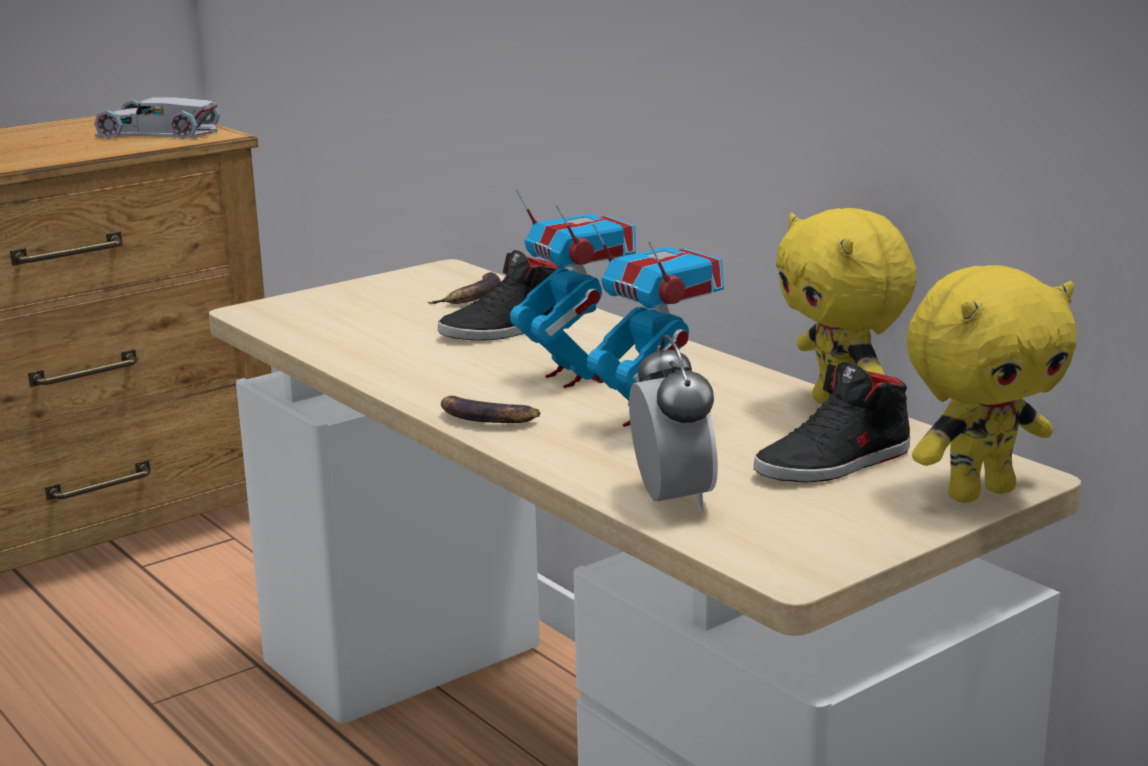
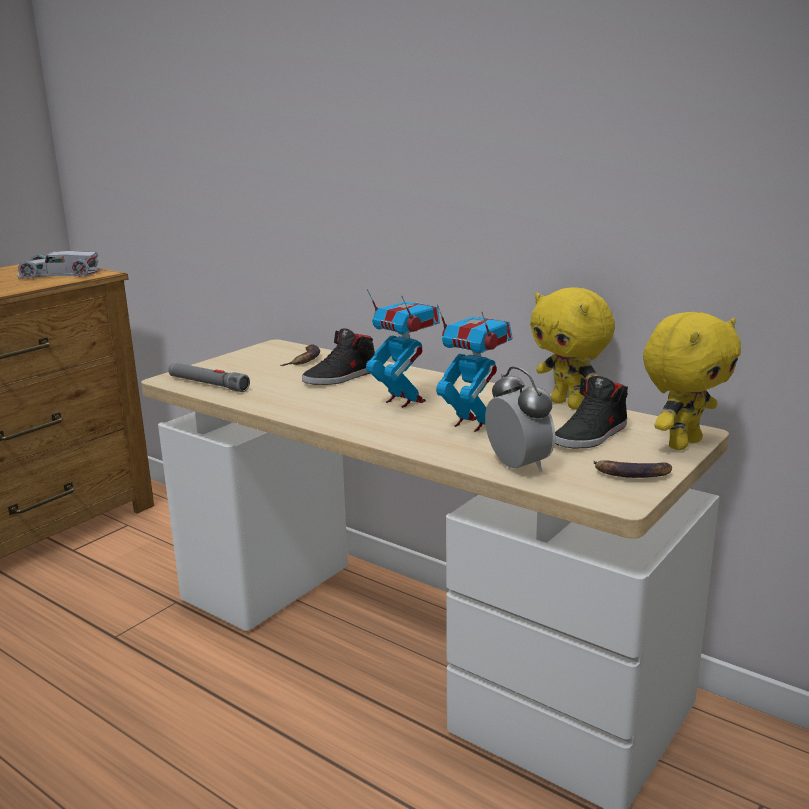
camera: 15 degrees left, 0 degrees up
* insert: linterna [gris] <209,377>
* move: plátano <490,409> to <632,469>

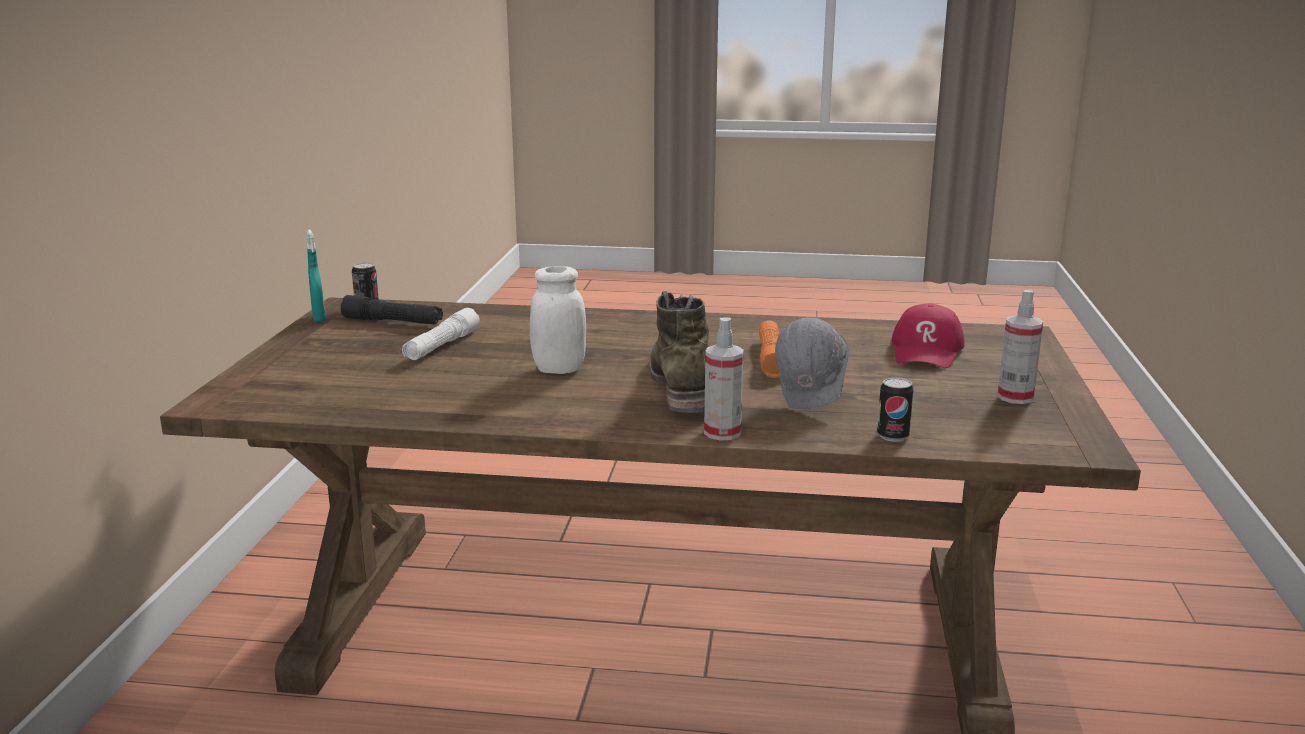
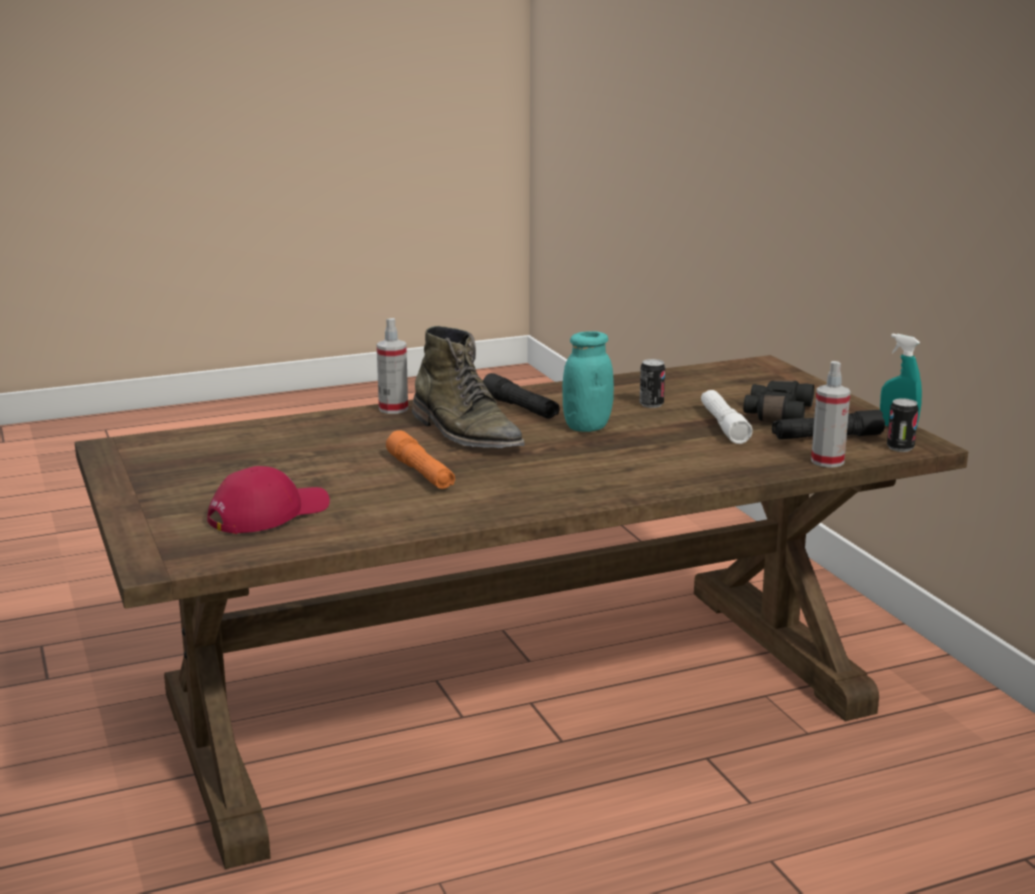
camera: 150 degrees right, 0 degrees up
* delete: casco [gris] <812,363>
* insert: linterna [negro] <521,396>
* insert: prismáticos [negro] <778,401>
* move: lata <895,409> to <652,383>
* move: pulverizador <1020,346> to <830,414>
* recolor: tarro [blanco] <558,320> to tarro [turquesa] <588,381>
* rotate: gorra [rojo] <928,336> = <268,500> 60 degrees clockwise

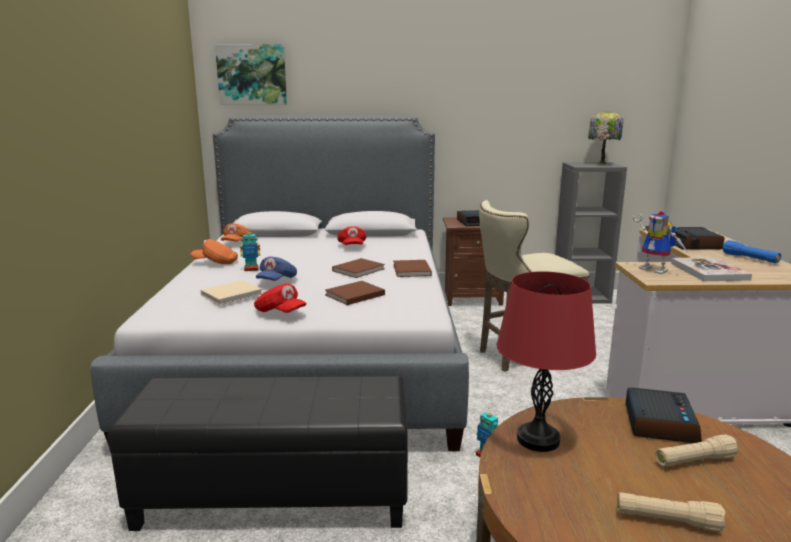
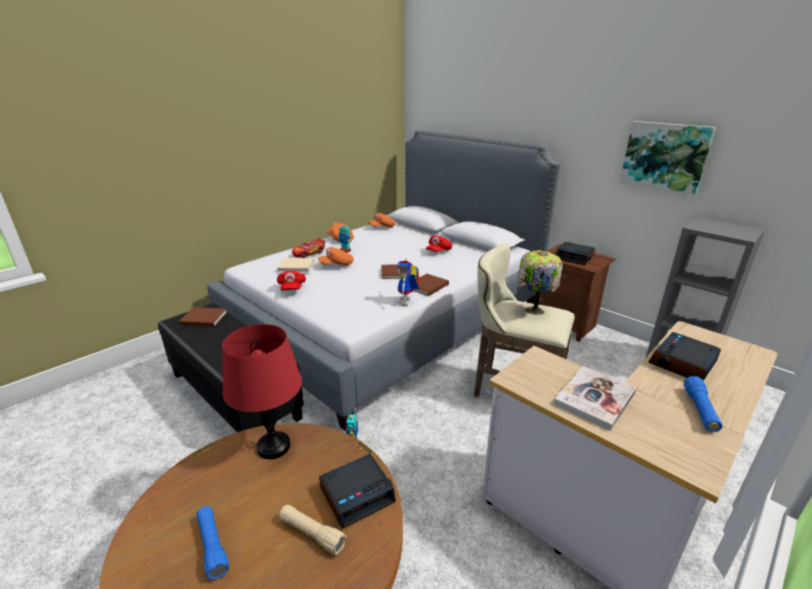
camera: 45 degrees right, 10 degrees up
* insert: coche de juguete <308,248>
* move: cuadro <251,74> to <668,158>
* move: libro [marrón] <355,293> to <203,317>
* move: lámpara de mesa <606,138> to <540,282>
* move: robot de juguete <661,242> to <408,282>
* recolor: gorra [azul] <276,269> to gorra [naranja] <335,256>
* recolor: linterna [beis] <671,512> to linterna [azul] <212,543>

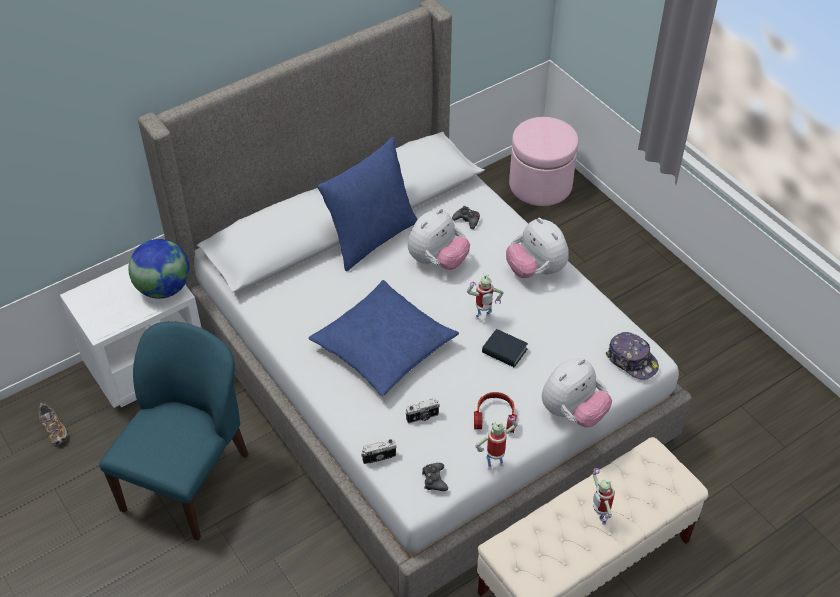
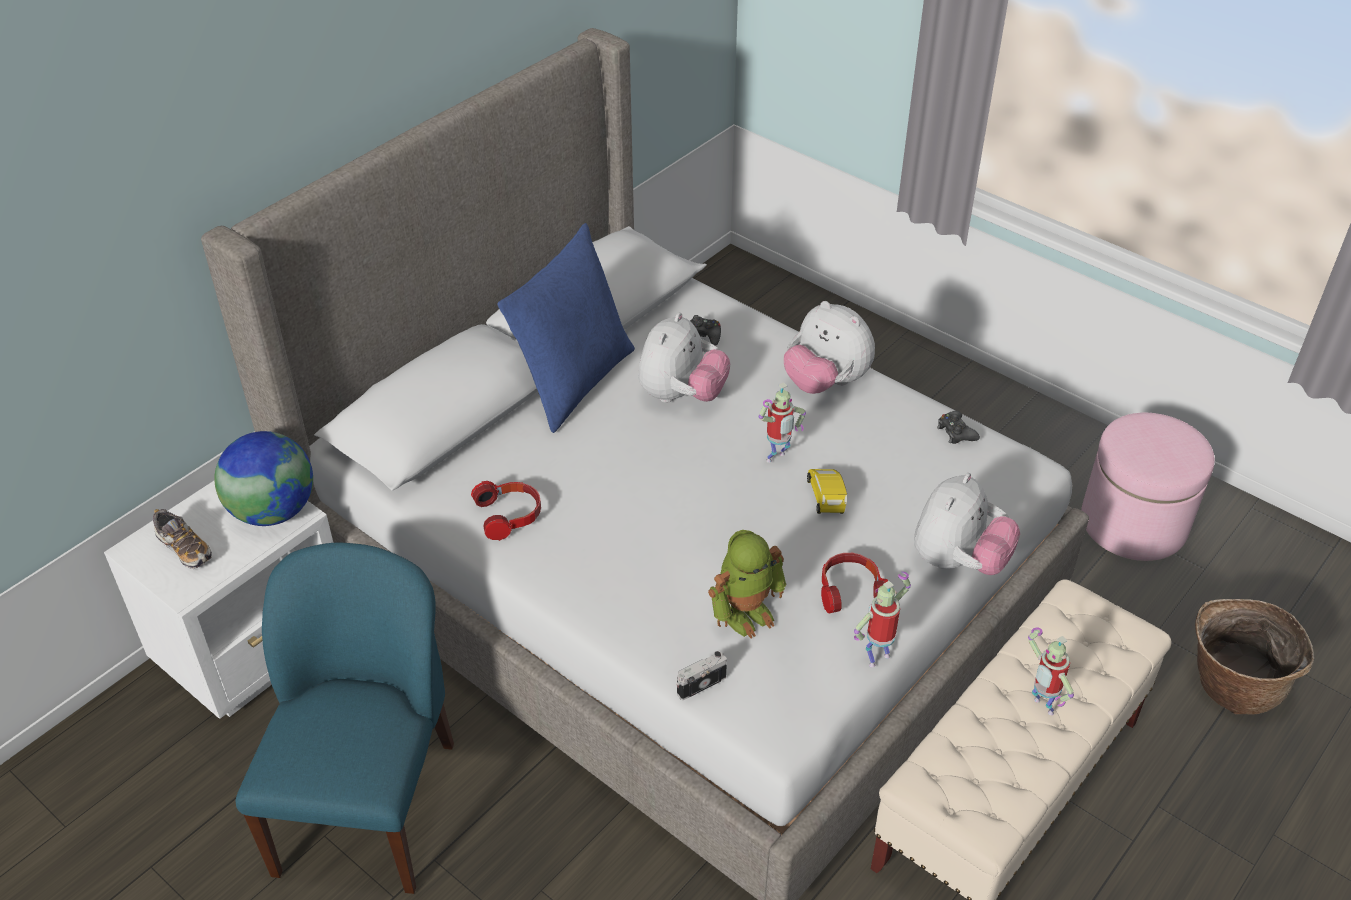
camera: 15 degrees left, 5 degrees down
* delete: cojín [azul] <384,338>
* delete: gorra <632,356>
* insert: auriculares <506,511>
* insert: cesta <1254,656>
* move: zapato <52,424> to <182,539>
* move: mando de consola [negro] <435,477> to <958,427>
* move: puf [rosa] <544,161> to <1148,487>
* replace: cámara <422,411> to robot de juguete <747,584>
* replace: libro <505,348> to coche de juguete [amarillo] <827,491>

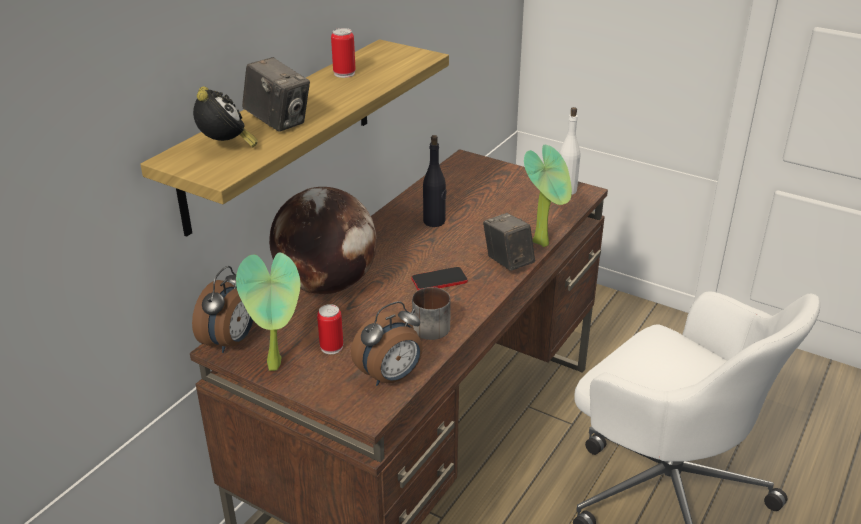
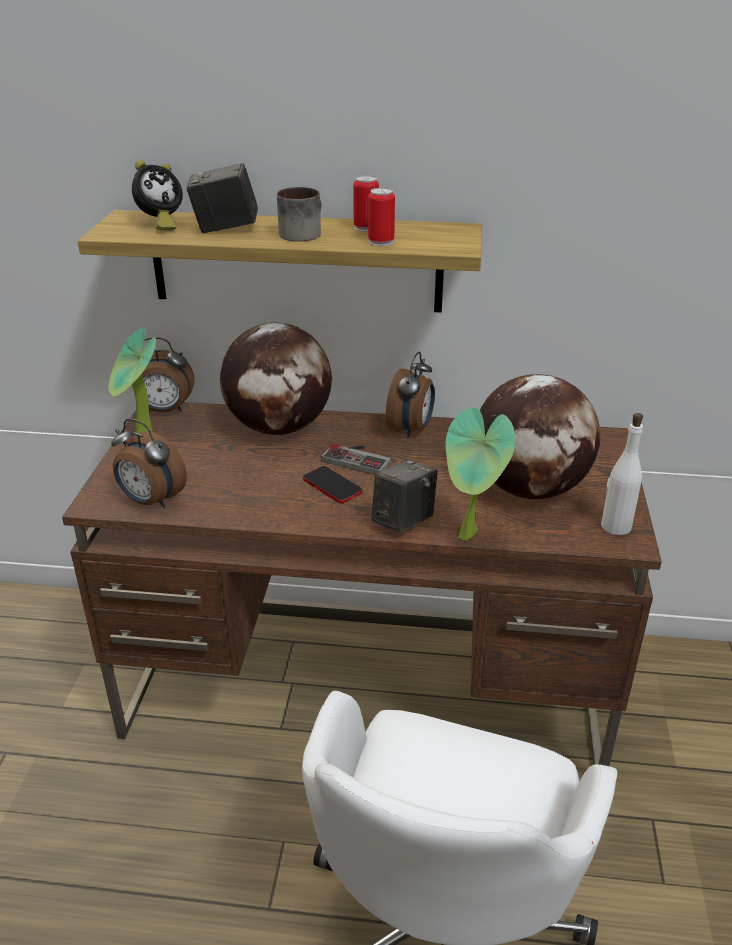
camera: 65 degrees right, 0 degrees up
* delete: botella [negro] <434,181>
* insert: mando de consola <356,459>
* insert: despertador <410,395>
* insert: globo terráqueo <540,436>
* move: lata <330,329> to <381,217>
* move: taza grande <431,313> to <299,214>
* rotate: cámara <276,94> = <222,198> 75 degrees clockwise

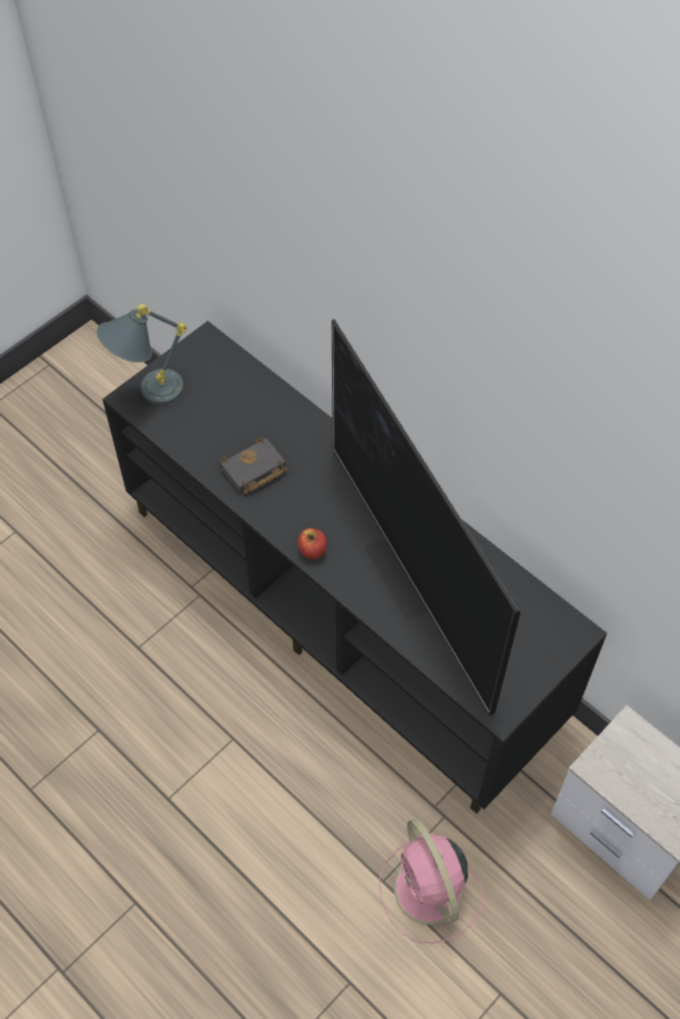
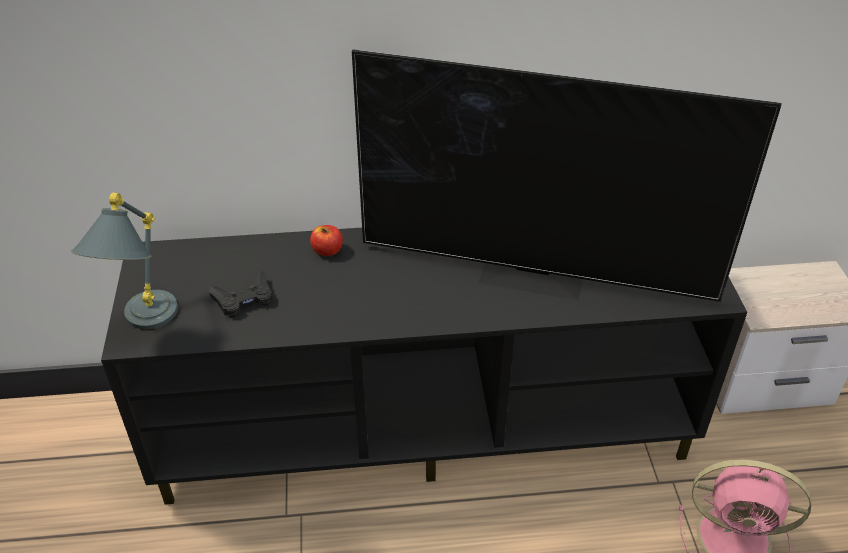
camera: 50 degrees left, 15 degrees down
* delete: libro [negro] <254,465>
* insert: mando de consola [negro] <241,294>
* move: manzana <312,543> to <326,240>

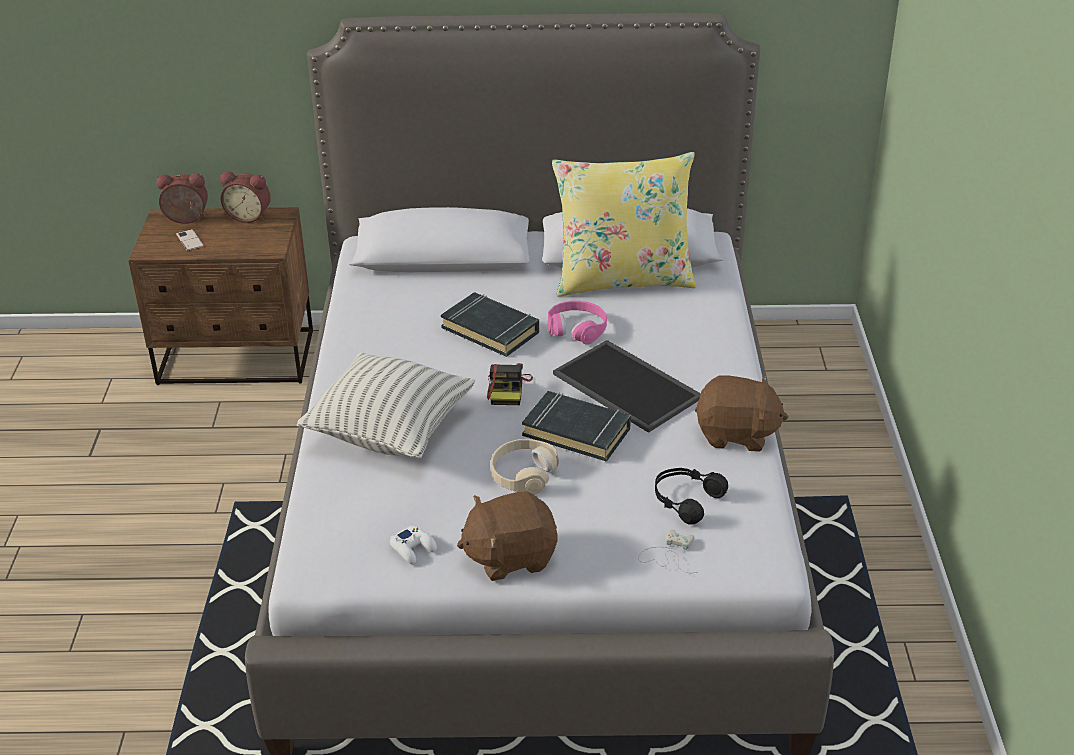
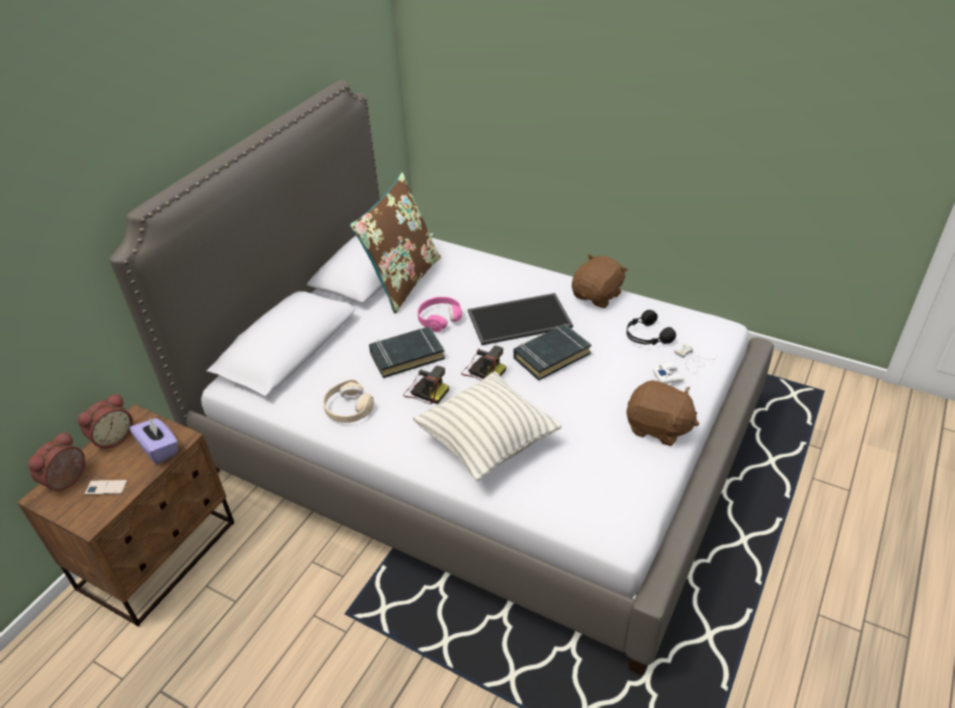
camera: 60 degrees left, 5 degrees up
* insert: caja de pañuelos [morado] <153,441>
* insert: cámara <426,385>
* move: mando de consola [blanco] <413,545> to <668,373>
* move: auriculares [beis] <525,466> to <348,401>
* recolor: cojín [amarillo] <624,224> to cojín [marrón] <395,243>
* rotate: peluche [marrón] <507,536> = <662,413> 75 degrees counterclockwise

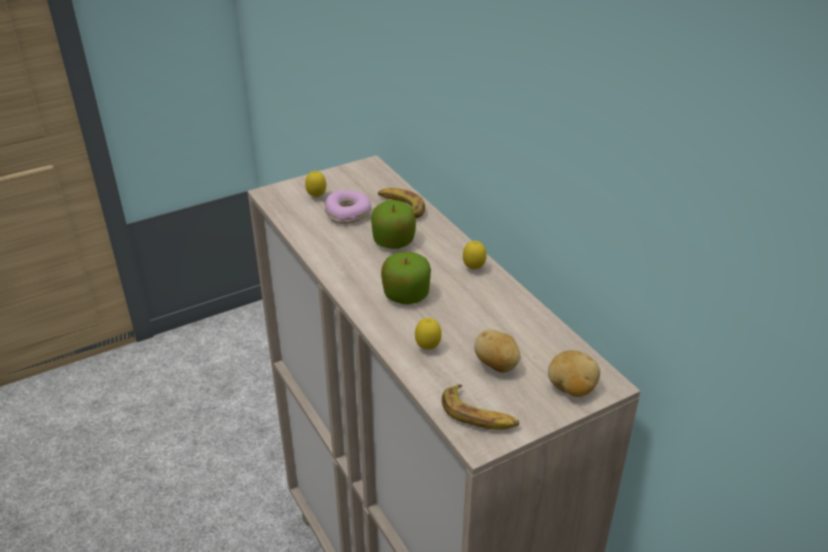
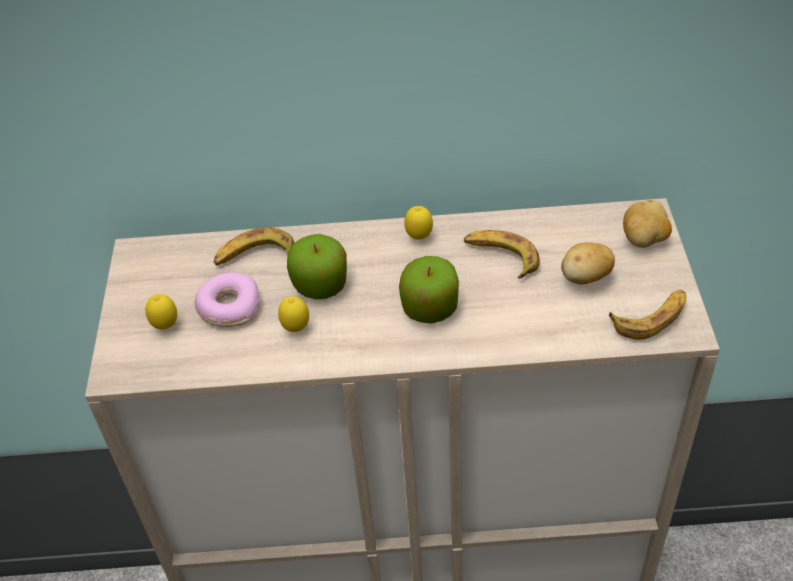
camera: 60 degrees left, 10 degrees up
* insert: plátano <502,254>
* move: limón <428,334> to <293,314>

